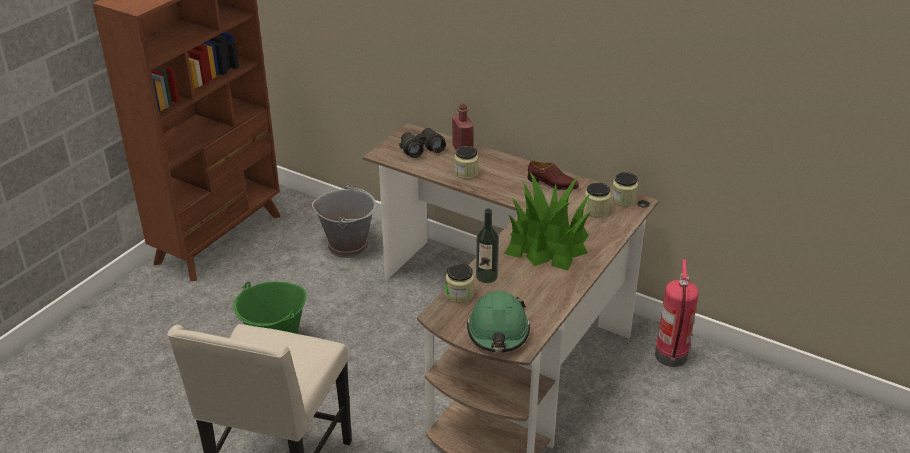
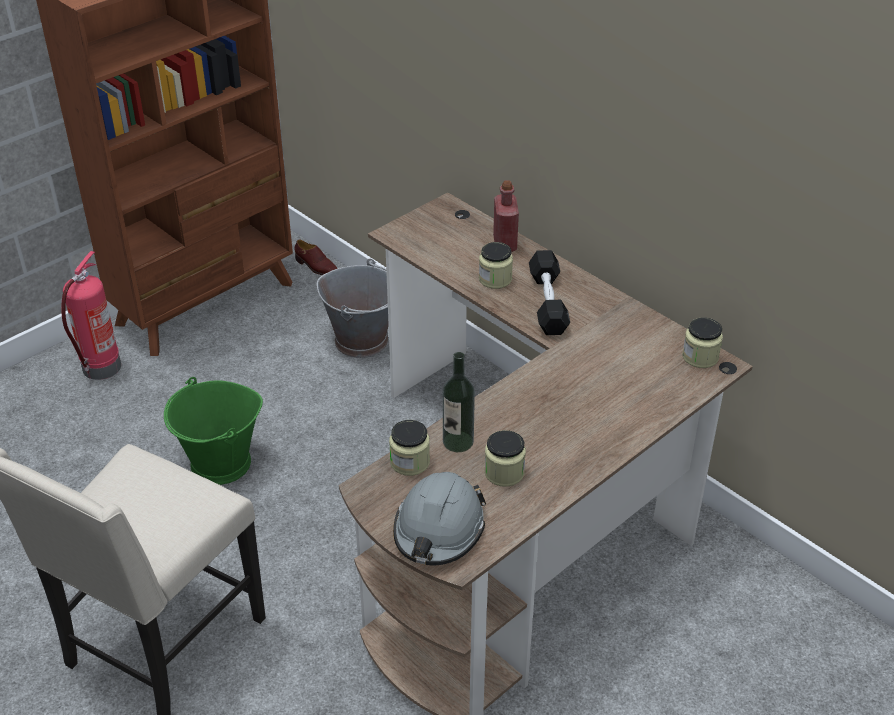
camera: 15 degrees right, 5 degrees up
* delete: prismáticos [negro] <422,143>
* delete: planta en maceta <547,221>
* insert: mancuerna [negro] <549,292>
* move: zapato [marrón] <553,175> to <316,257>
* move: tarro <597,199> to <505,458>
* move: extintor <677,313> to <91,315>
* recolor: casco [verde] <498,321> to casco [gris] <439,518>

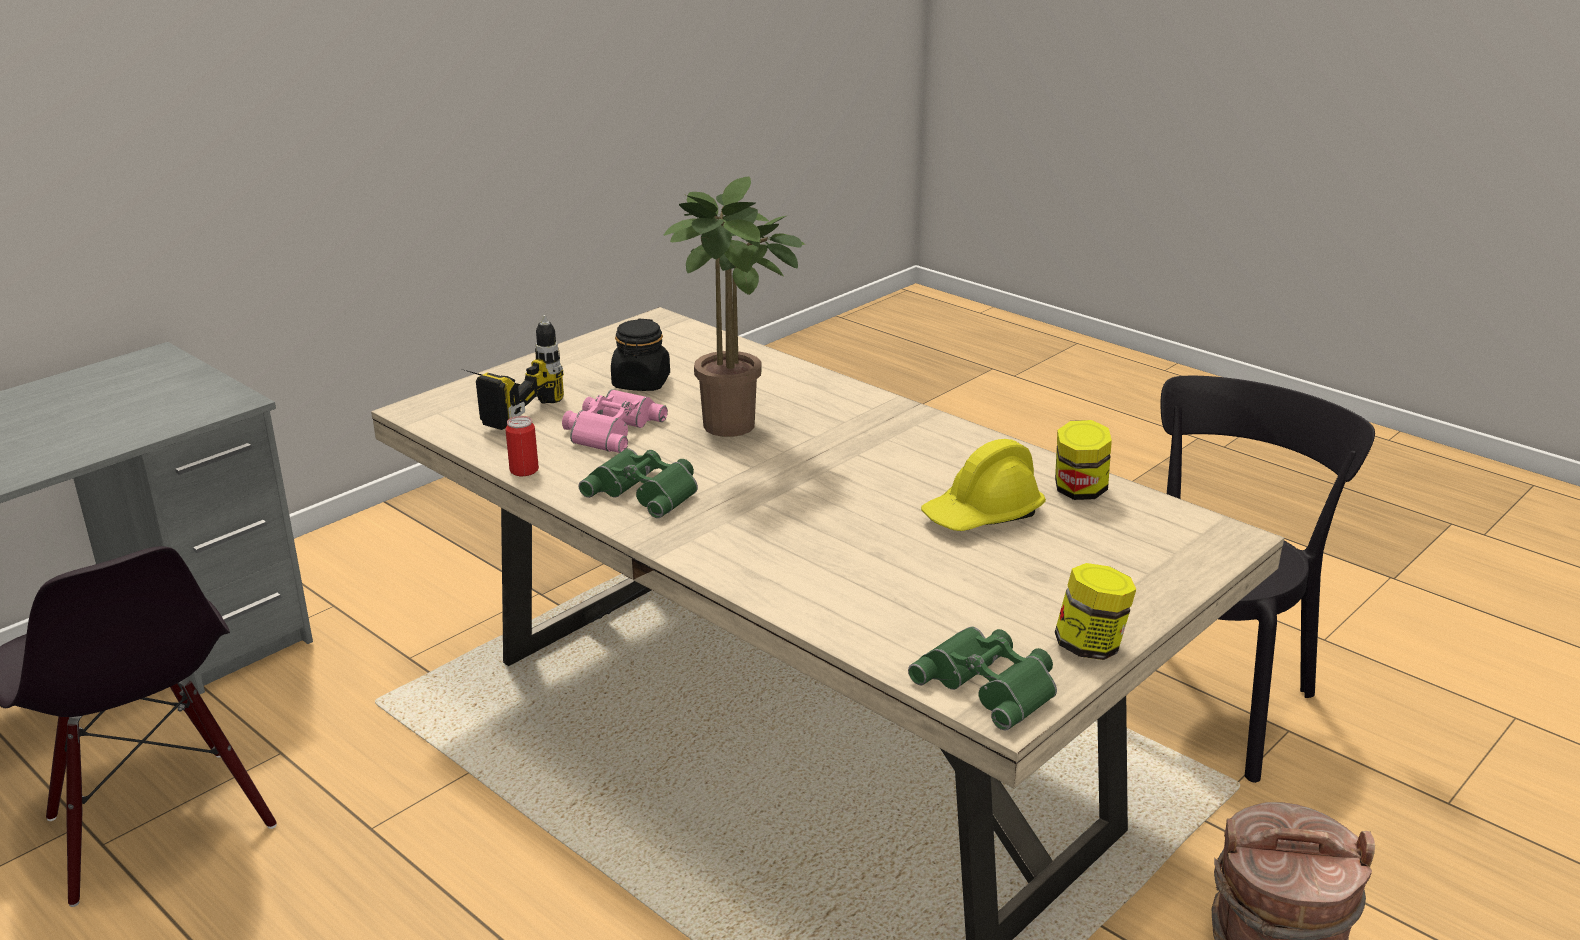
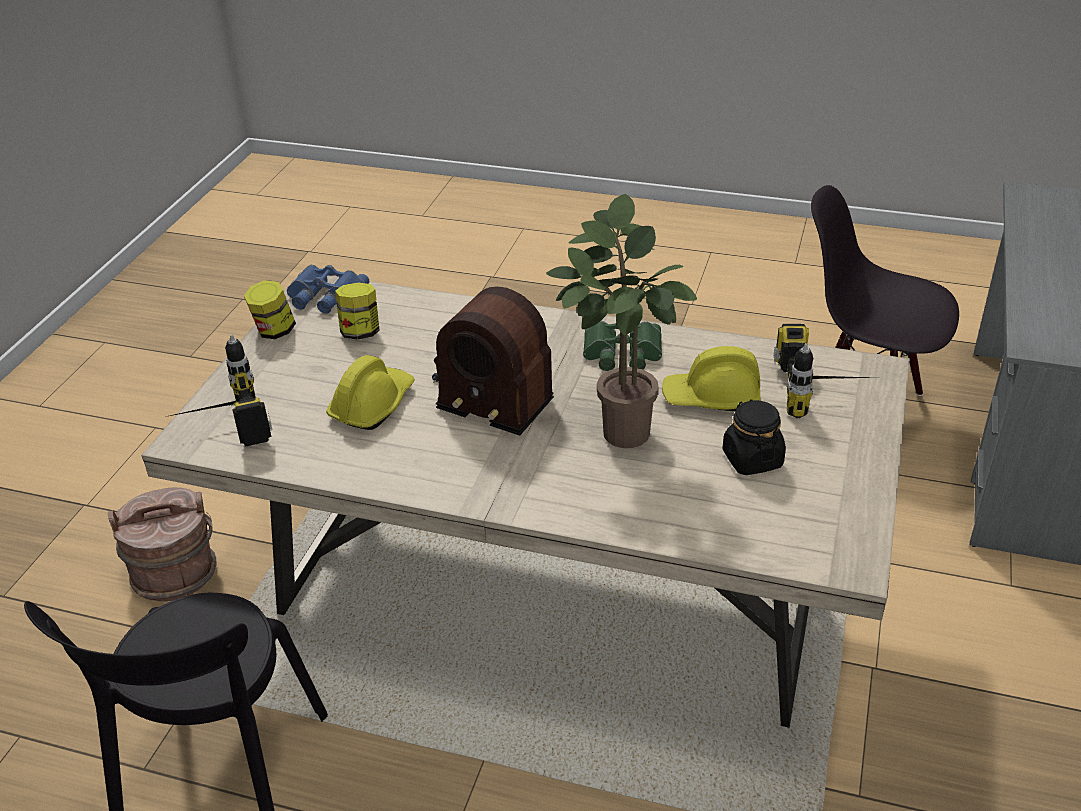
camera: 155 degrees right, 10 degrees up
* delete: lata <522,446>
* insert: taladro <219,390>
* insert: radio <493,361>
* move: tarro <1083,460> to <357,311>
* replace: prismáticos [rosa] <615,421> to casco [amarillo] <711,379>
* recolor: prismáticos [verde] <982,678> to prismáticos [azul] <328,289>

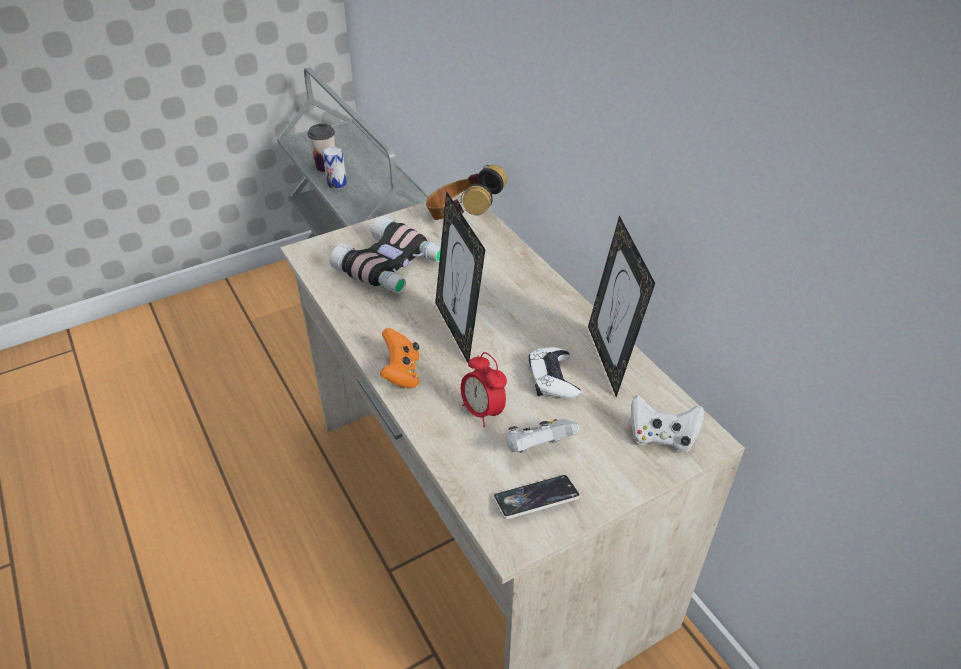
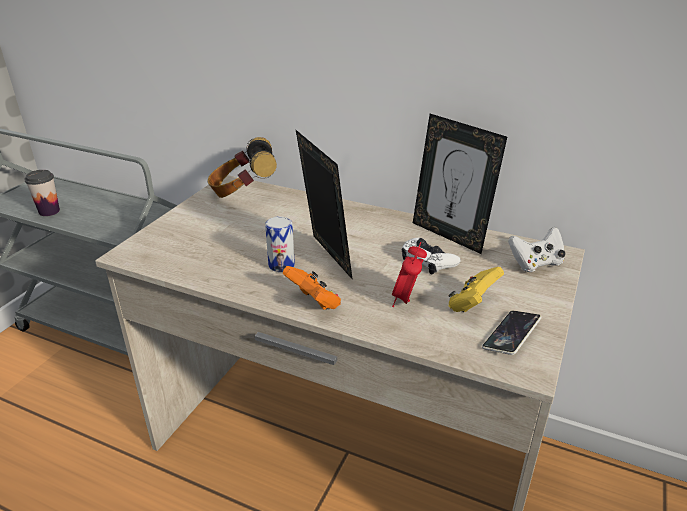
camera: 35 degrees left, 10 degrees down
* delete: prismáticos <385,255>
* move: lata <335,168> to <280,244>
* recolor: mando de consola [blanco] <543,436> to mando de consola [amarillo] <476,289>
* rotate: portarretratos <460,277> = <324,205> 150 degrees counterclockwise
* rotate: despertador <484,389> = <409,274> 90 degrees clockwise

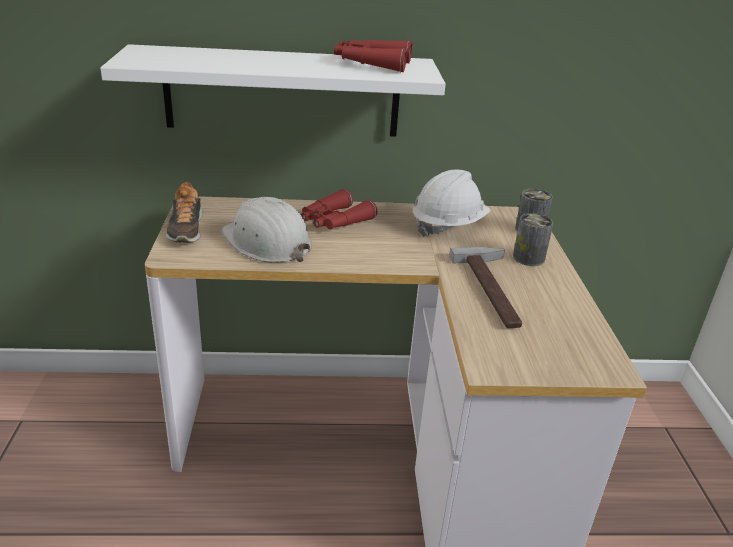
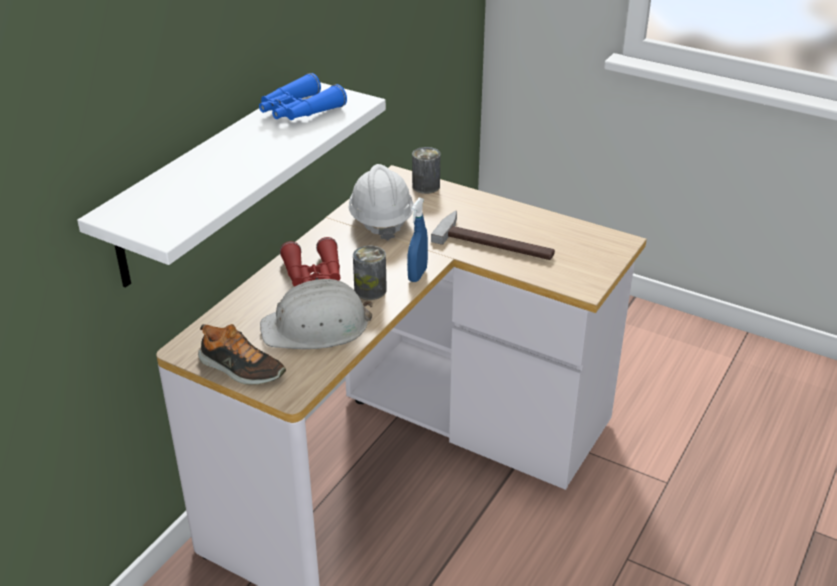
camera: 55 degrees left, 5 degrees up
* insert: pulverizador [azul] <417,240>
* move: lata <533,239> to <370,273>
* recolor: prismáticos [rojo] <373,55> to prismáticos [azul] <303,96>

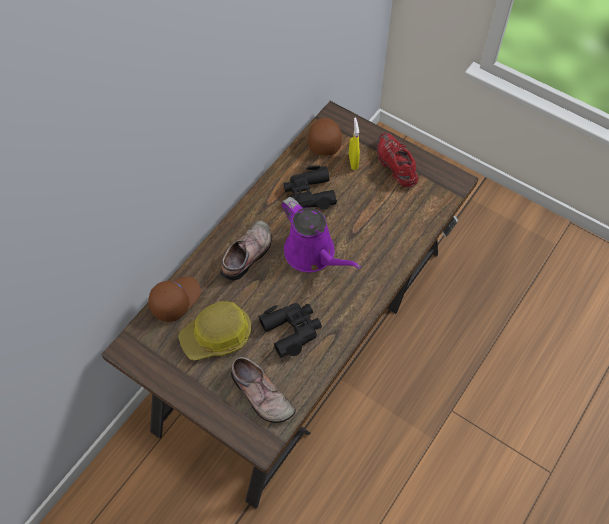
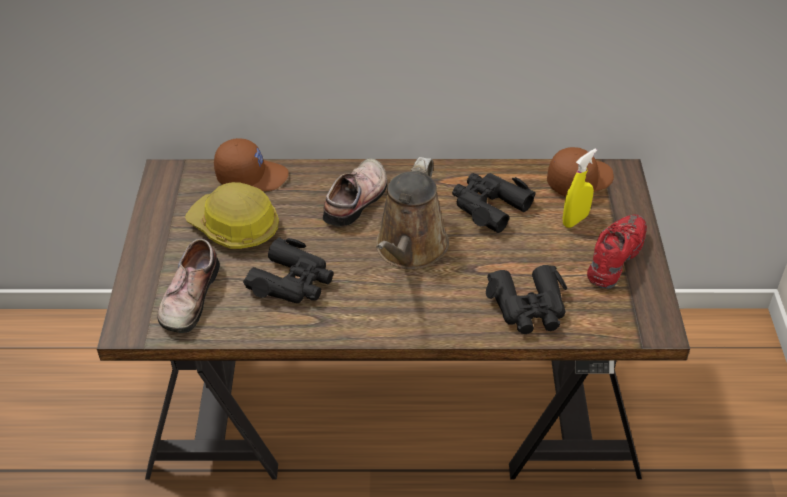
camera: 55 degrees right, 15 degrees down
* insert: prismáticos [negro] <526,299>
* recolor: regadera [morado] <321,234> to regadera [marrón] <412,213>
* rotate: zapato <246,250> = <355,192> 60 degrees counterclockwise

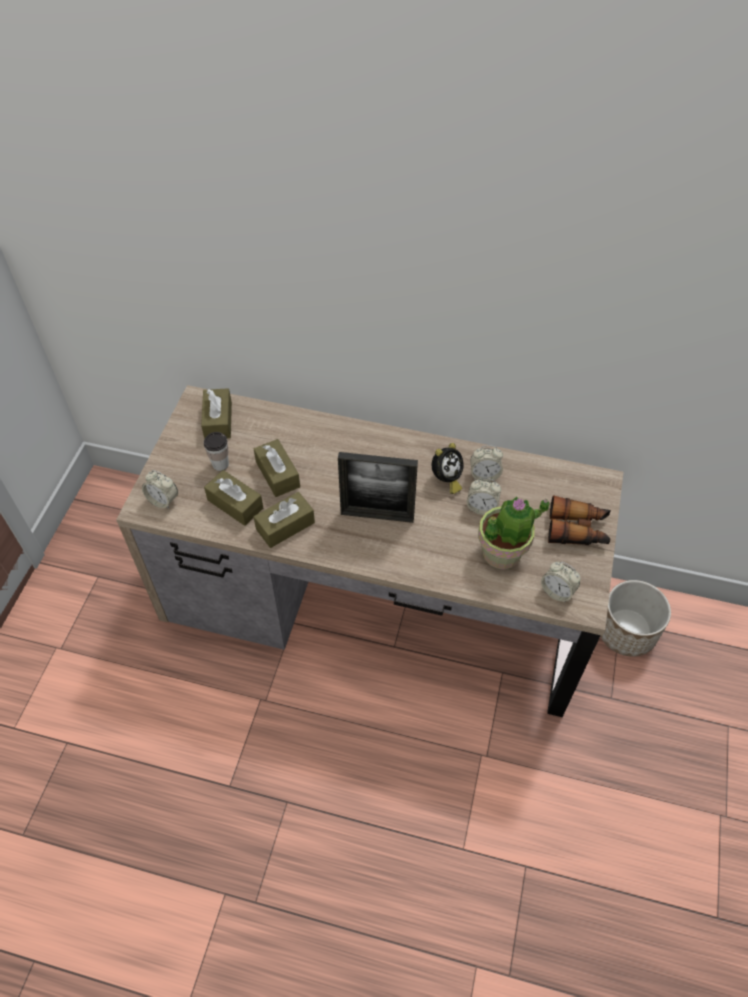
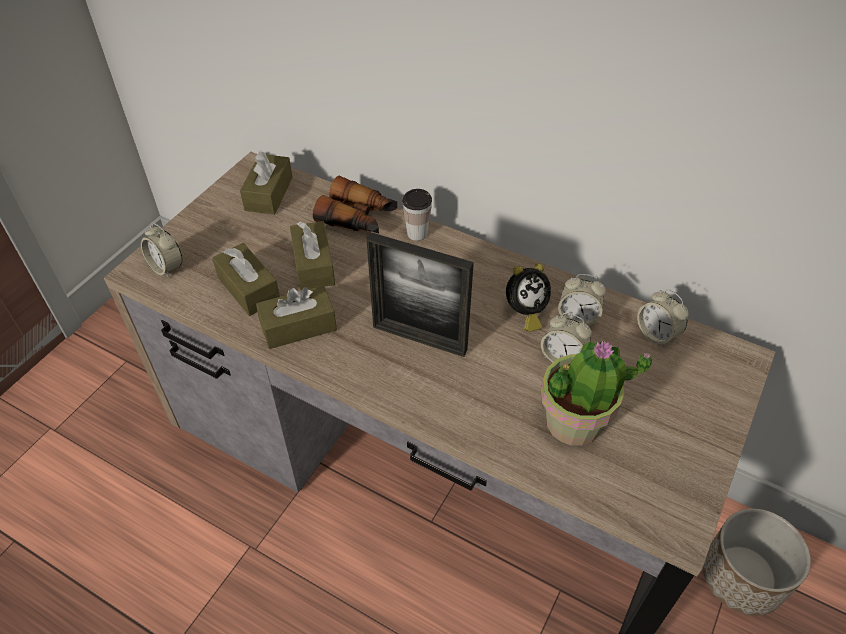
camera: 15 degrees right, 5 degrees down
* move: taza <216,451> to <417,215>
* move: despertador <561,582> to <663,318>
* move: prismáticos <579,520> to <355,204>

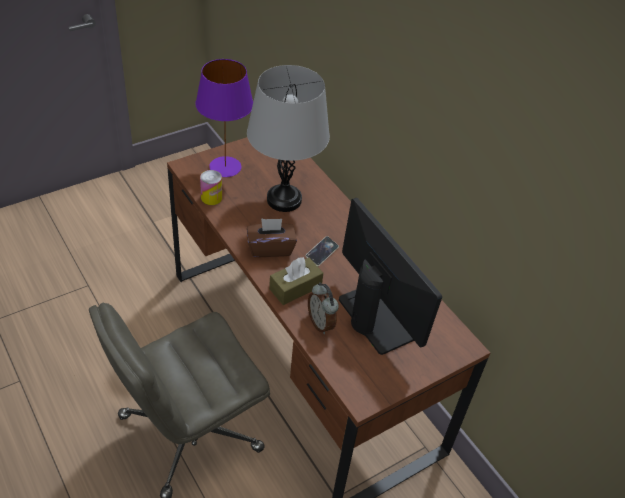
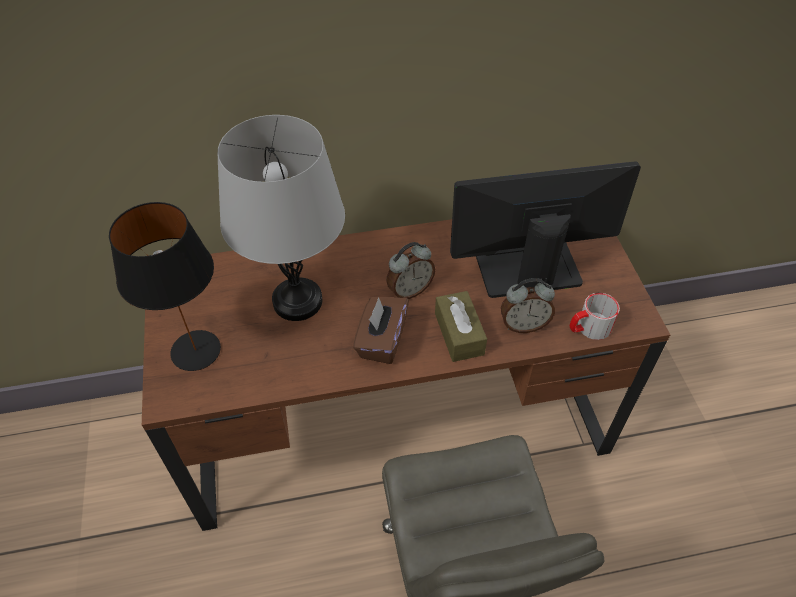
camera: 65 degrees left, 5 degrees up
* delete: lata <211,187>
* insert: taza grande <595,316>
* replace: móvil <322,251> to despertador <410,270>
* recolor: lámpara de mesa [morado] <224,118> to lámpara de mesa [negro] <165,286>

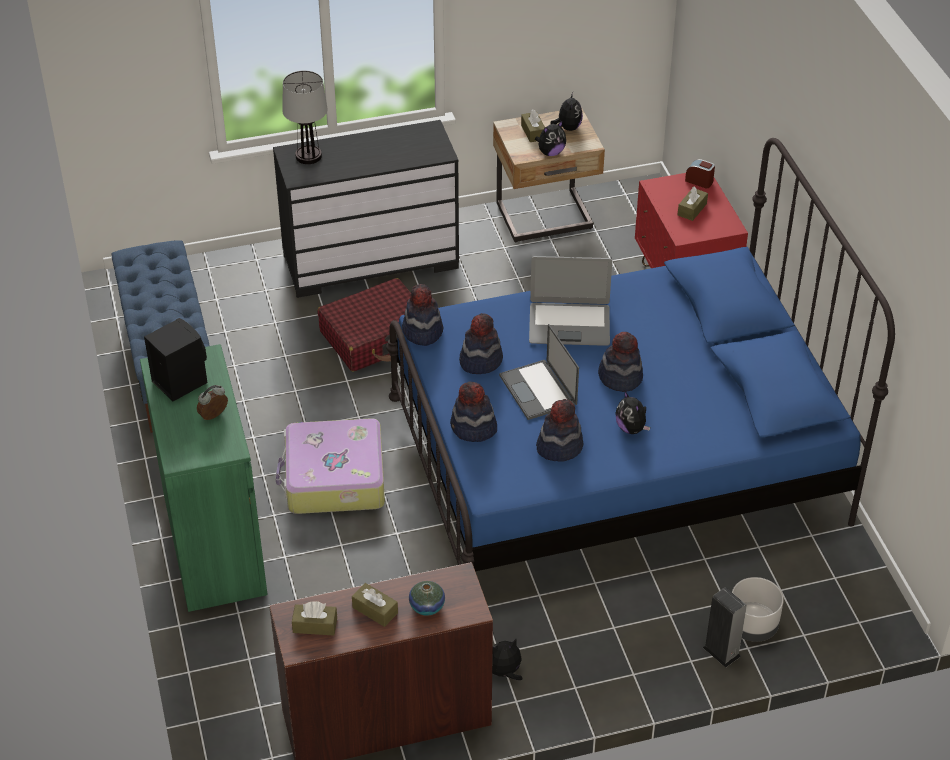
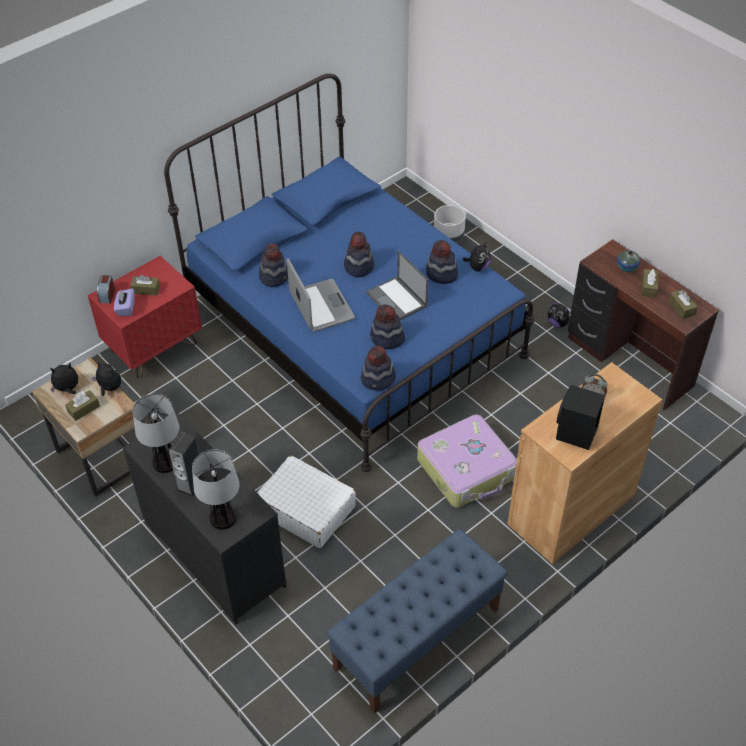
camera: 115 degrees left, 5 degrees up
* insert: caja de pañuelos [morado] <124,302>
* insert: lámpara de mesa <156,433>
* move: sombrero <473,411> to <273,265>
* move: peluche <632,412> to <477,256>
* move: altavoz <725,627> to <187,465>
* recolor: armario [verde] <204,478> to armario [marrón] <584,463>
* recolor: maleta [rojo] <364,325> to maleta [blanco] <306,502>
* rotate: portátil <539,372> = <397,285> 105 degrees clockwise

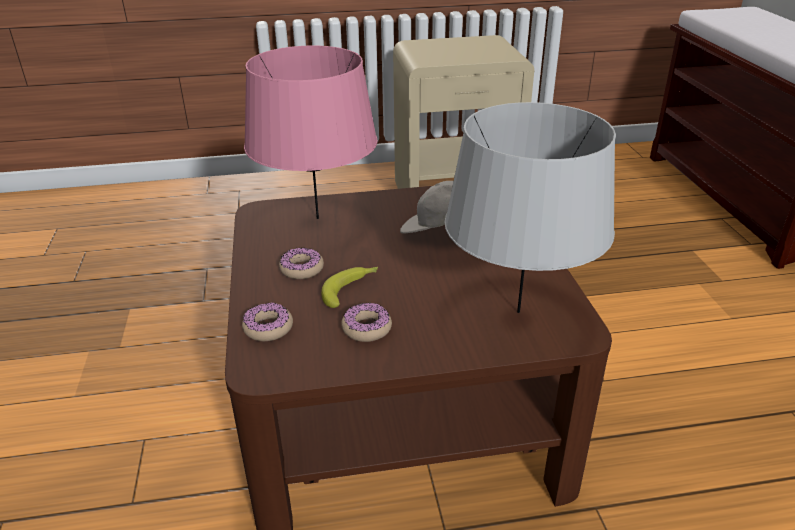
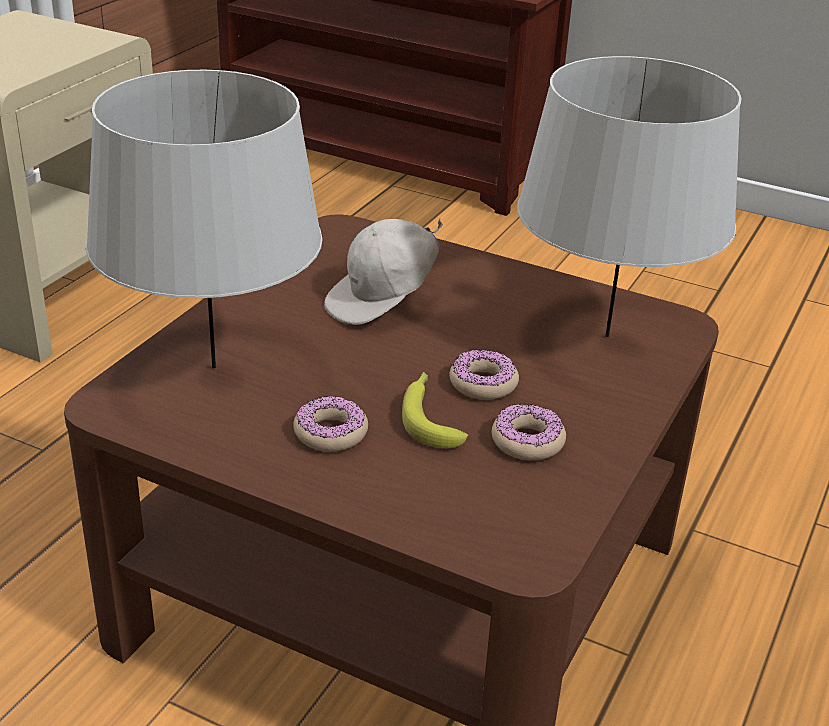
camera: 55 degrees left, 0 degrees up
* move: rosquilla <267,322> to <484,375>
* recolor: lámpara de mesa [rosa] <311,132> to lámpara de mesa [gris] <204,219>

